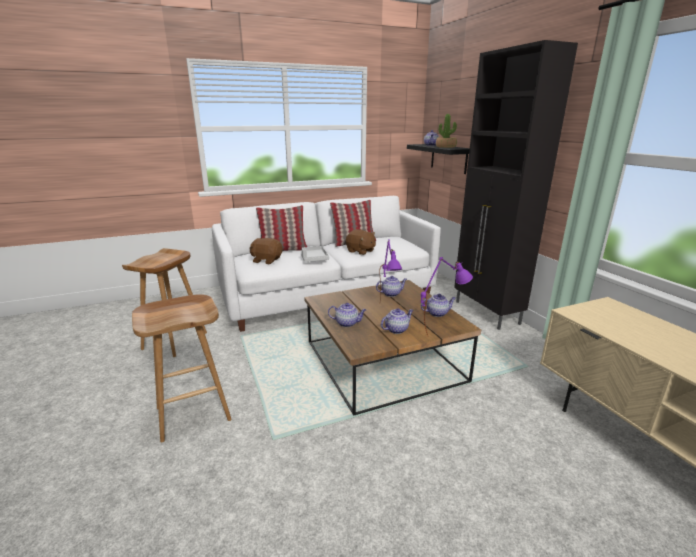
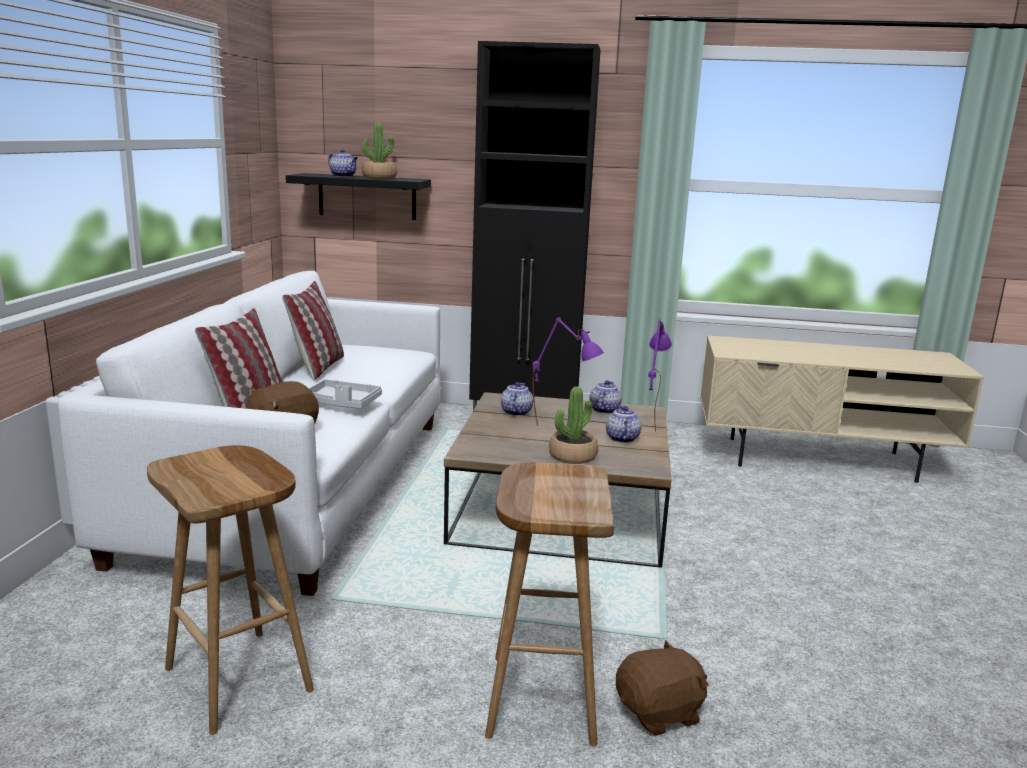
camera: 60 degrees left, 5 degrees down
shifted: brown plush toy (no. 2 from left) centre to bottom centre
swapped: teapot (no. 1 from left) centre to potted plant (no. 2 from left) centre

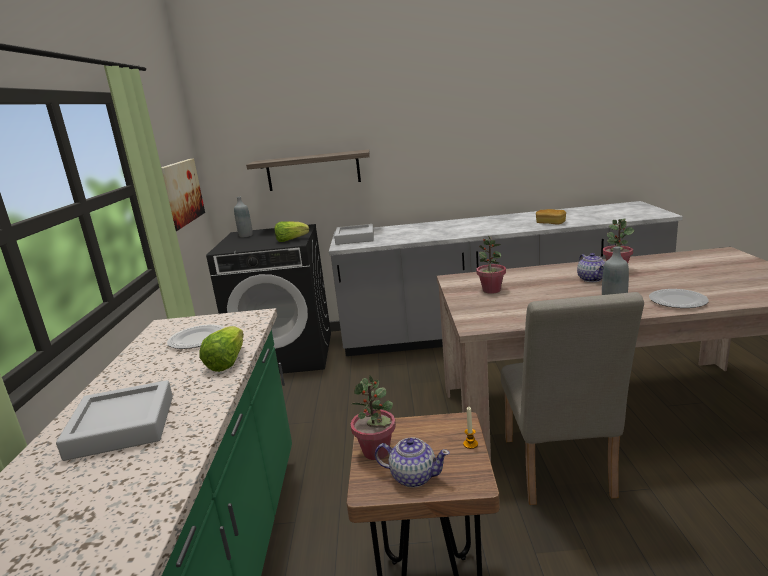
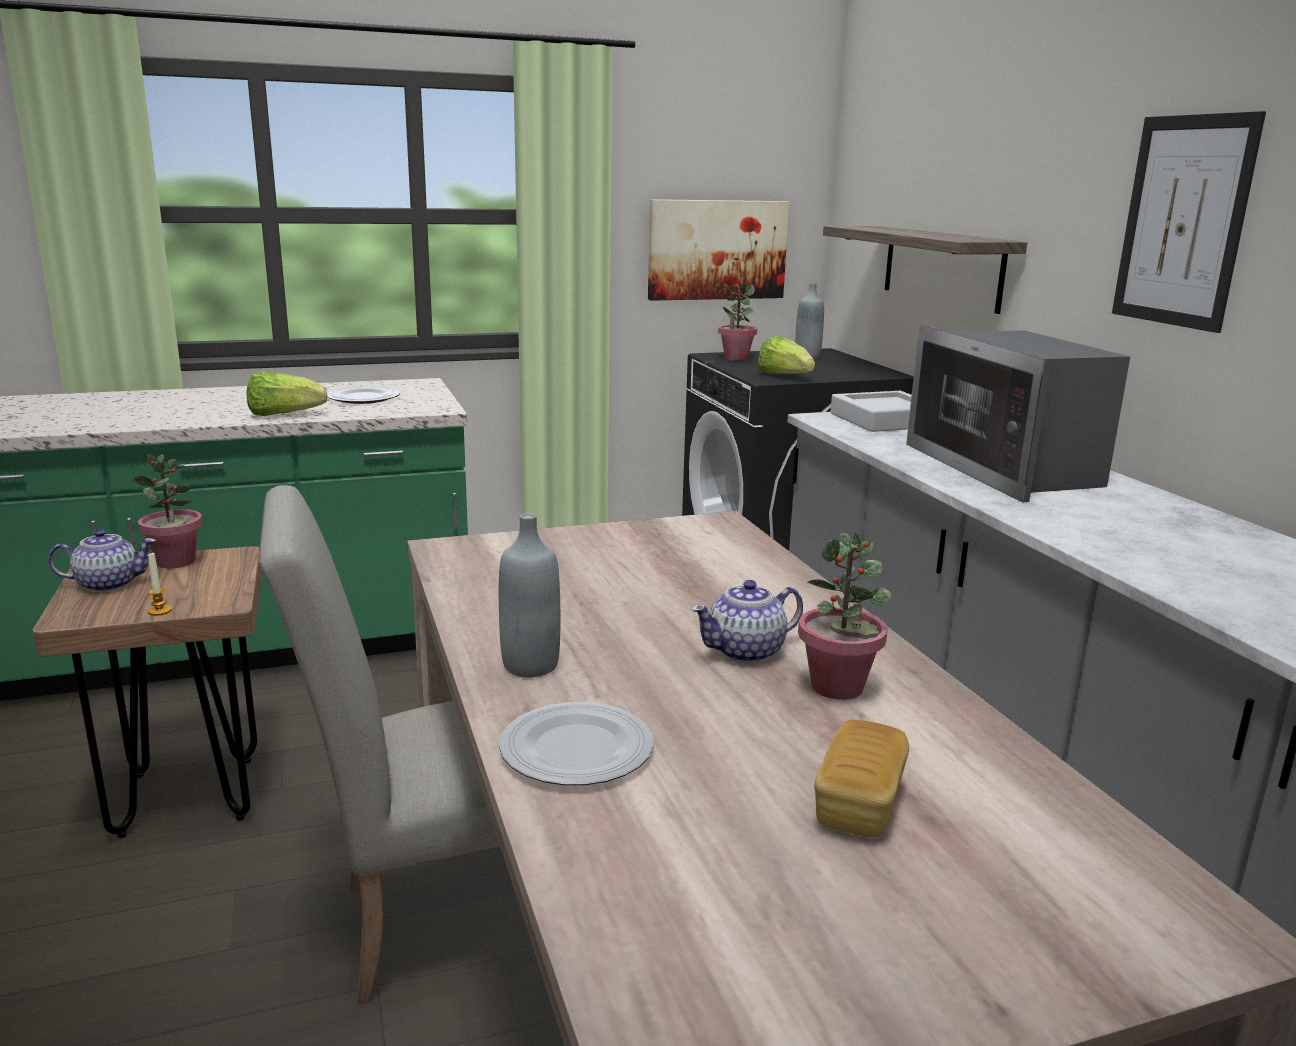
camera: 70 degrees right, 0 degrees up
gone: grey tray (no. 1 from left) bottom left
new: picture (no. 2 from left) top right; microwave middle right
shifted: bread middle right to bottom centre; potted plant (no. 2 from left) centre to top centre
rotated: teapot (no. 1 from left) bottom centre = middle left 105 degrees counterclockwise

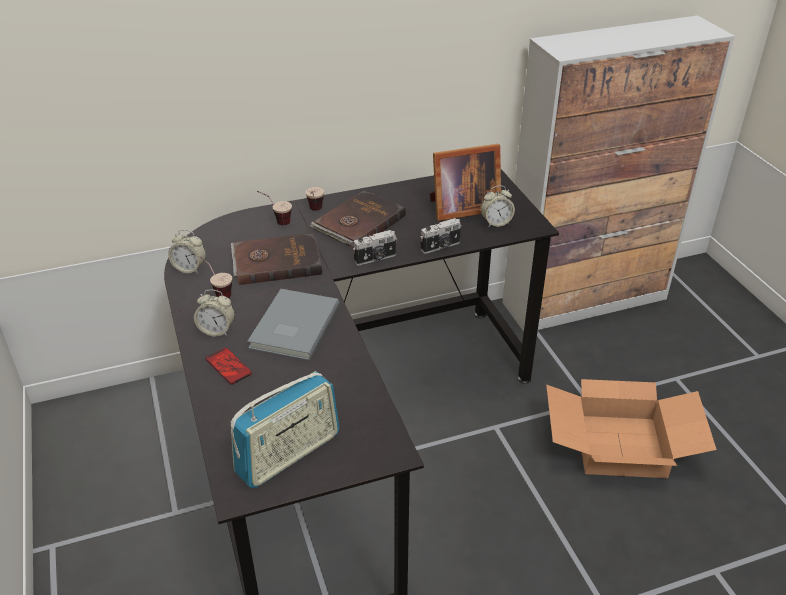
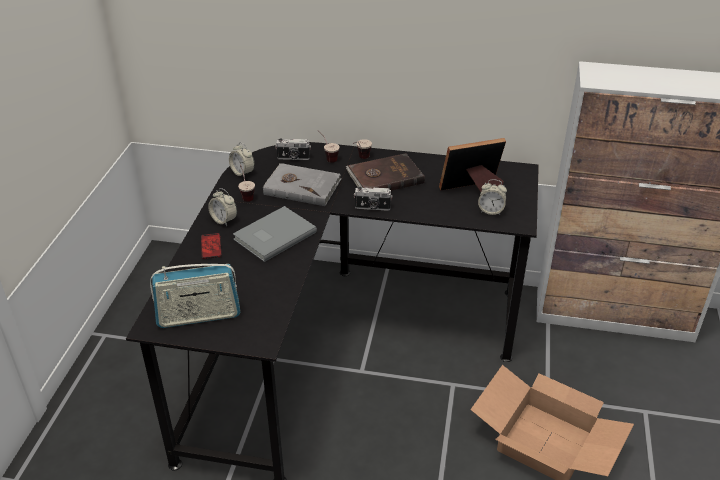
camera: 30 degrees right, 0 degrees up
shifted: photo camera (no. 2 from left in the first image) centre to photo camera (no. 1 from left) top centre
repainted: brown book (no. 1 from left) centre to grey book (no. 2 from left) centre
rotated: picture frame top centre = centre 150 degrees clockwise

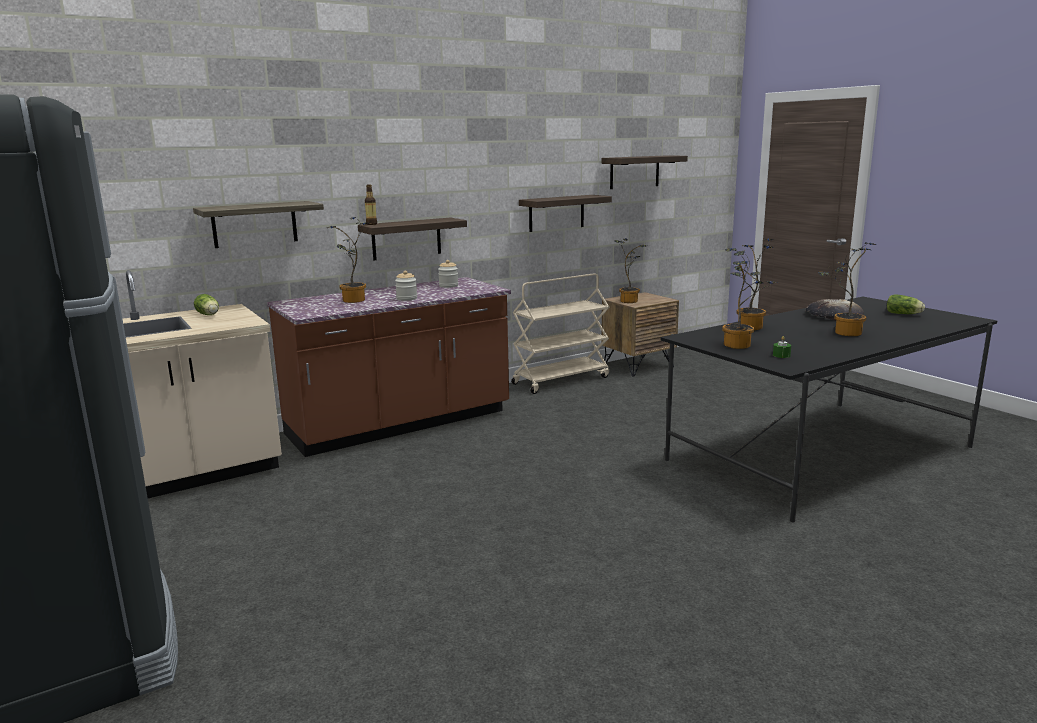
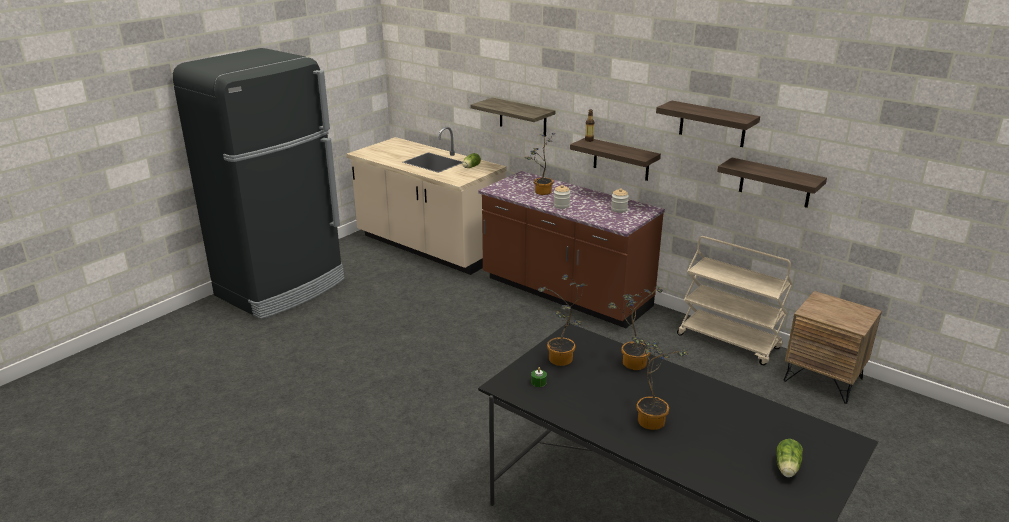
camera: 70 degrees right, 10 degrees up
gone: potted plant (no. 2 from left) centre; bread middle right
shifted: shelf (no. 4 from left in the first image) top centre to shelf (no. 3 from left) top right

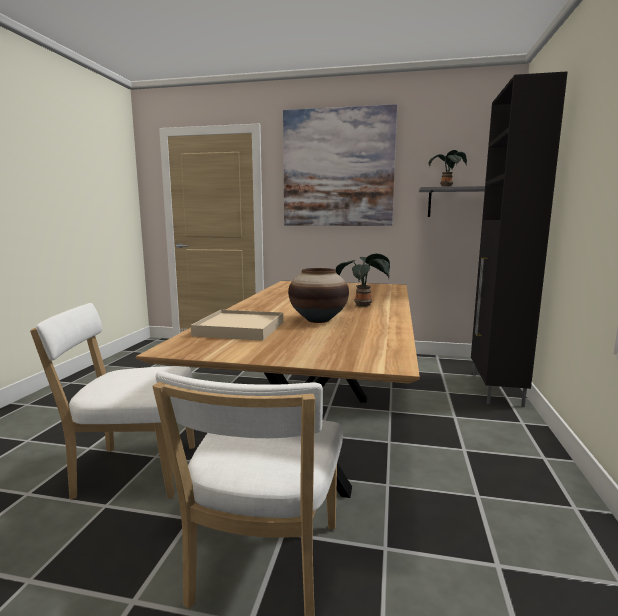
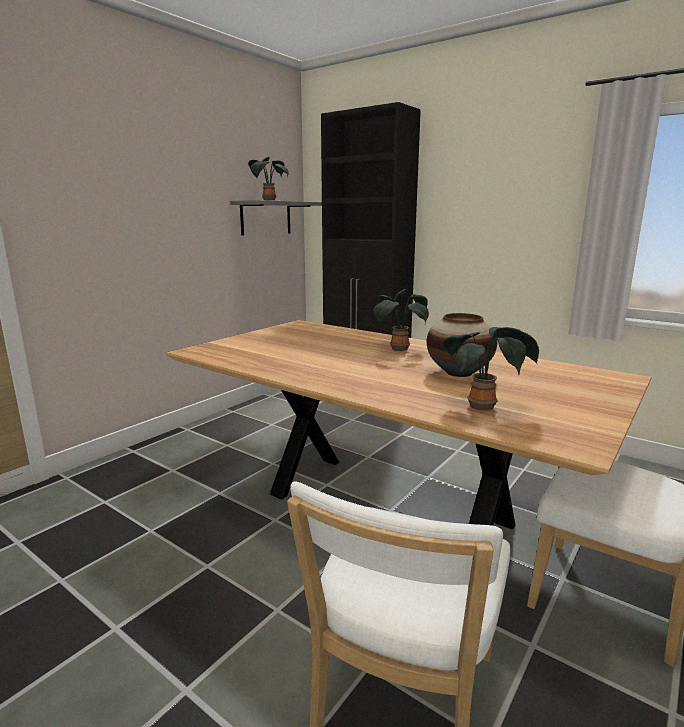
camera: 65 degrees left, 5 degrees up
gone: picture top centre
swapped: beige tray centre to potted plant (no. 3 from left) middle right

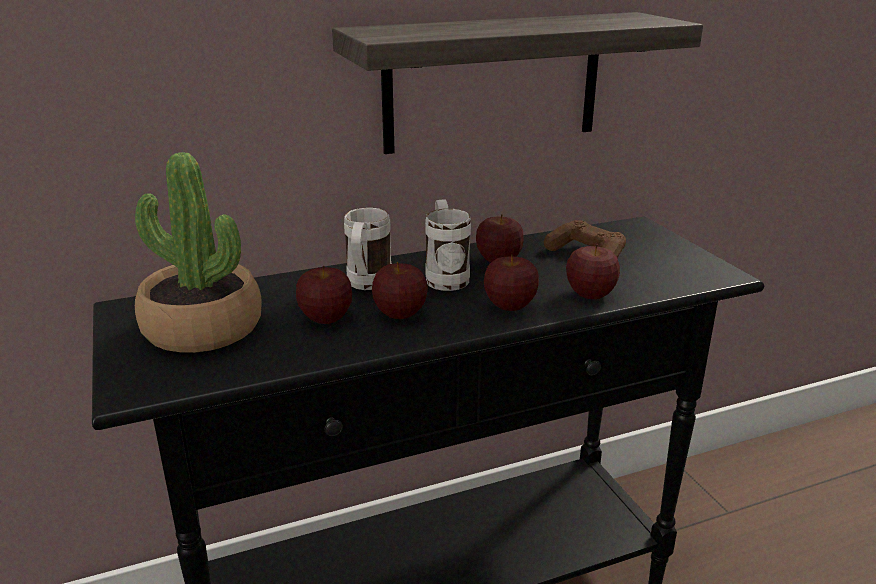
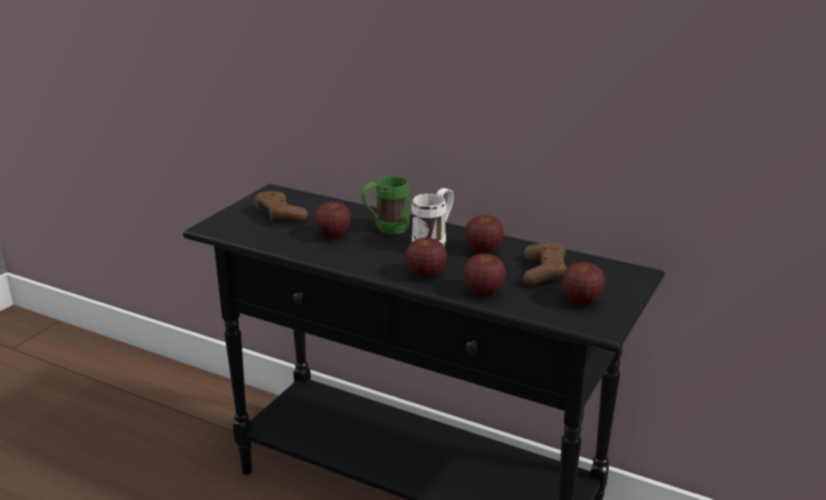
camera: 50 degrees right, 0 degrees up
gone: shelf top centre
shifted: apple (no. 2 from left in the first image) centre to apple (no. 5 from left) middle right
swapped: potted plant middle left to brown game controller (no. 1 from left) centre
repainted: white mug (no. 1 from left) centre to green mug centre

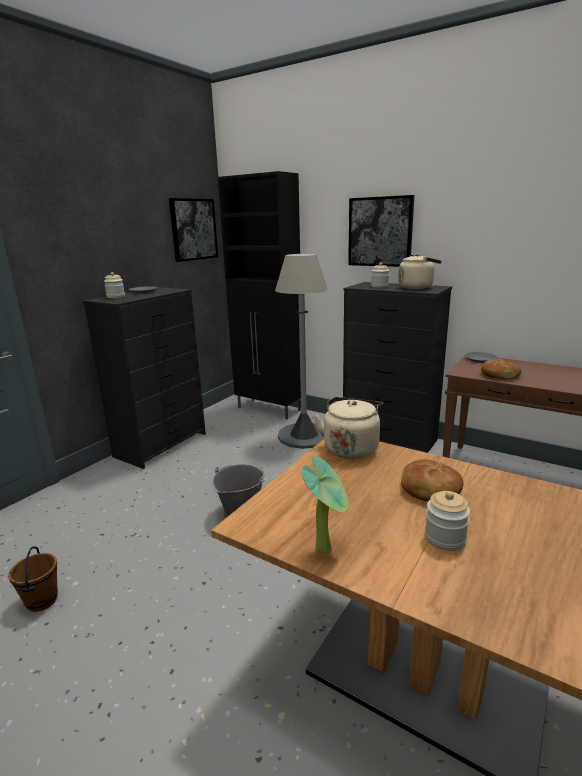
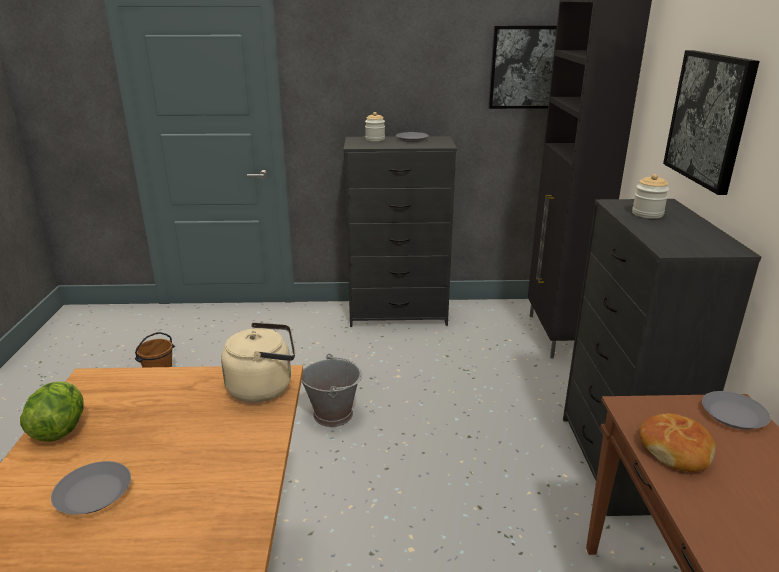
camera: 55 degrees right, 5 degrees up
gone: grey floor lamp centre; beige kettle (no. 2 from left) middle right; bread (no. 1 from left) middle right
swapped: potted plant centre to lettuce bottom left; jar (no. 3 from left) bottom right to grey plate (no. 1 from left) bottom left

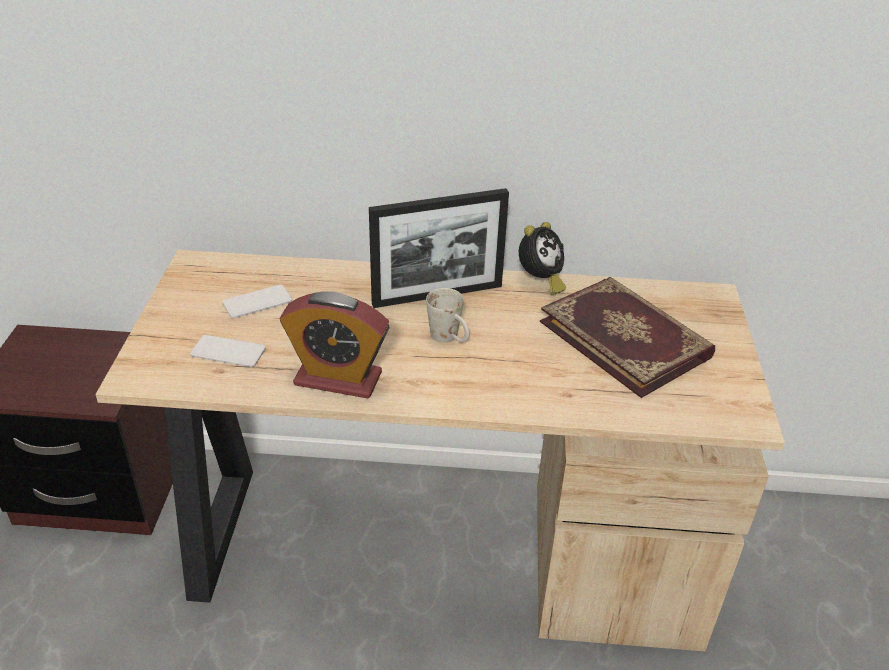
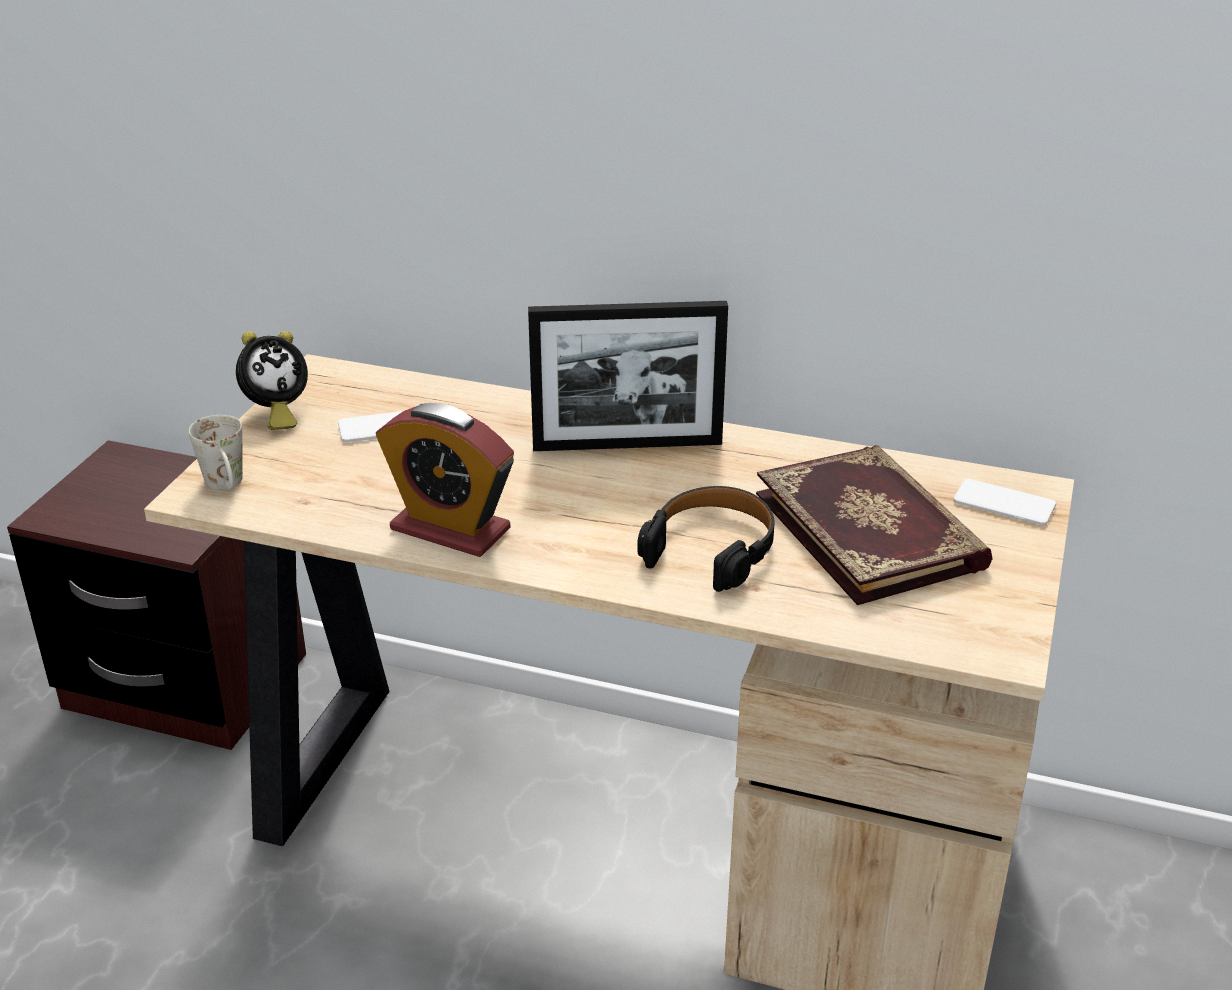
camera: 15 degrees right, 5 degrees down
new: black headphones centre
shifted: alarm clock (no. 2 from left in the first image) centre to alarm clock (no. 1 from left) middle left; white mug centre to middle left; phone (no. 1 from left in the first image) middle left to phone (no. 2 from left) middle right

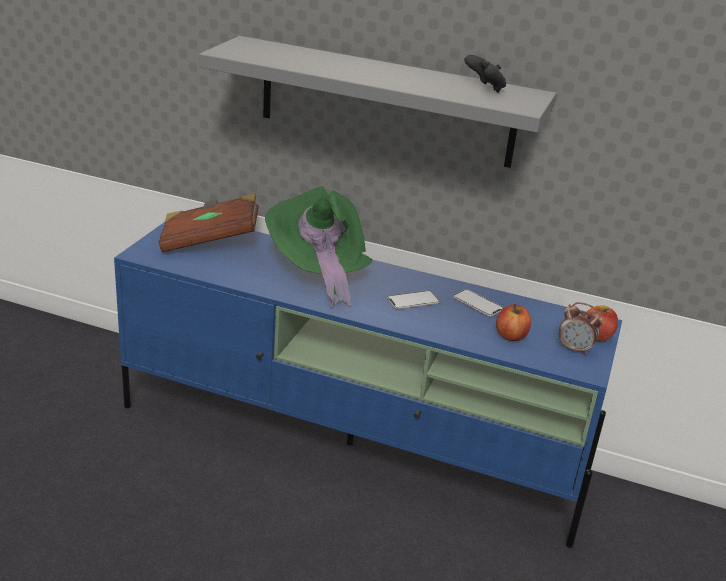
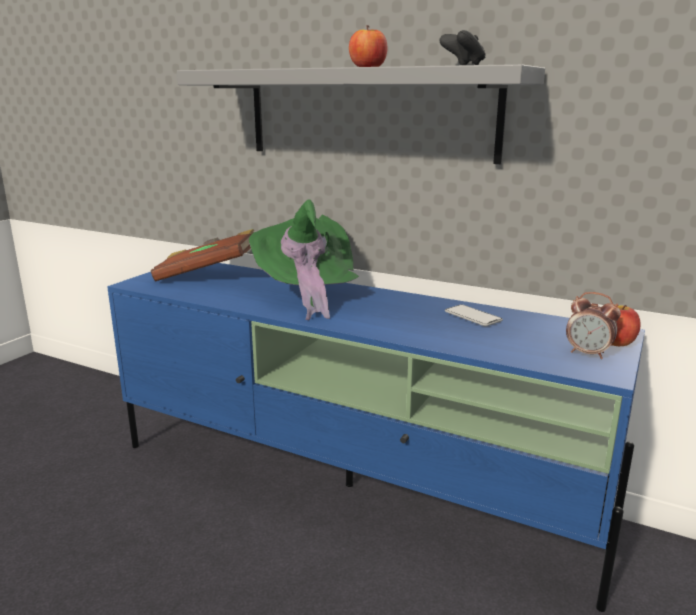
camera: 10 degrees right, 10 degrees down
gone: phone (no. 1 from left) centre
shifted: apple (no. 1 from left) middle right to top centre

